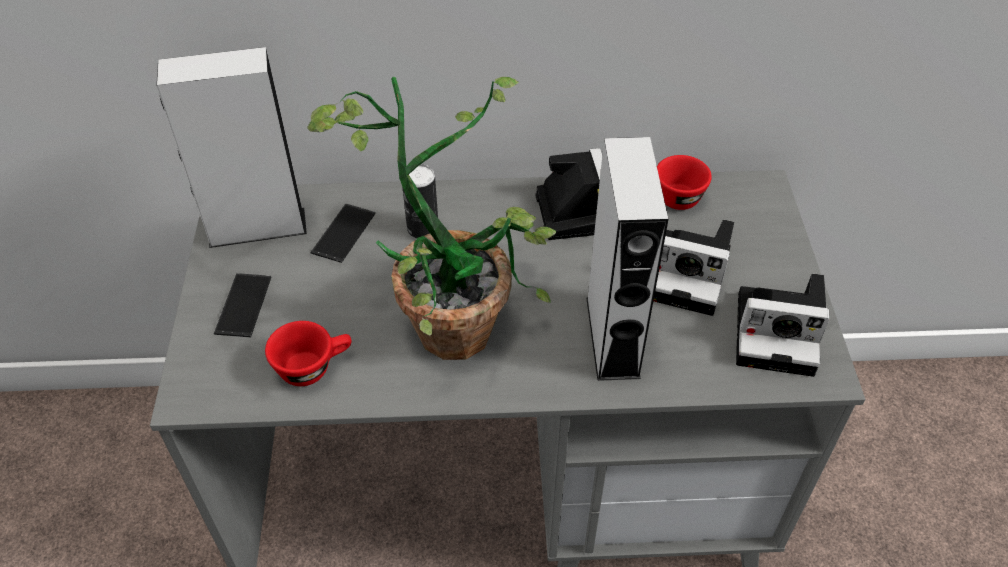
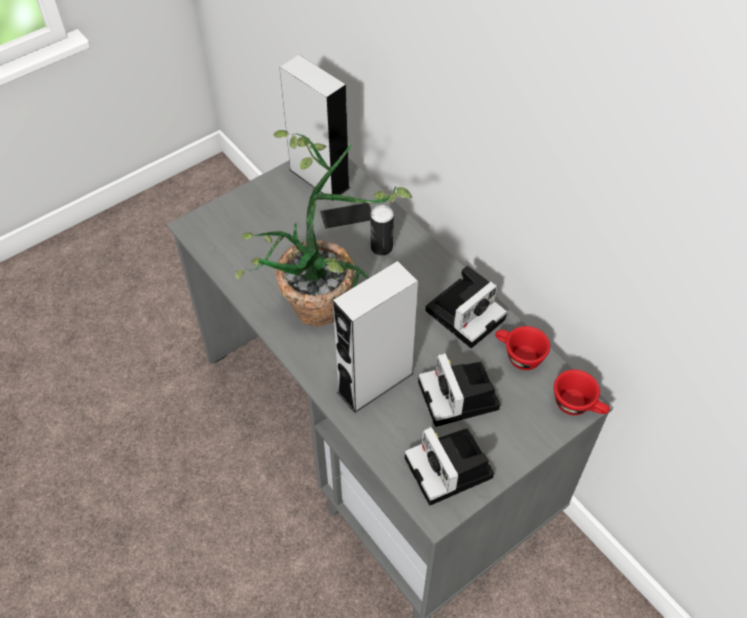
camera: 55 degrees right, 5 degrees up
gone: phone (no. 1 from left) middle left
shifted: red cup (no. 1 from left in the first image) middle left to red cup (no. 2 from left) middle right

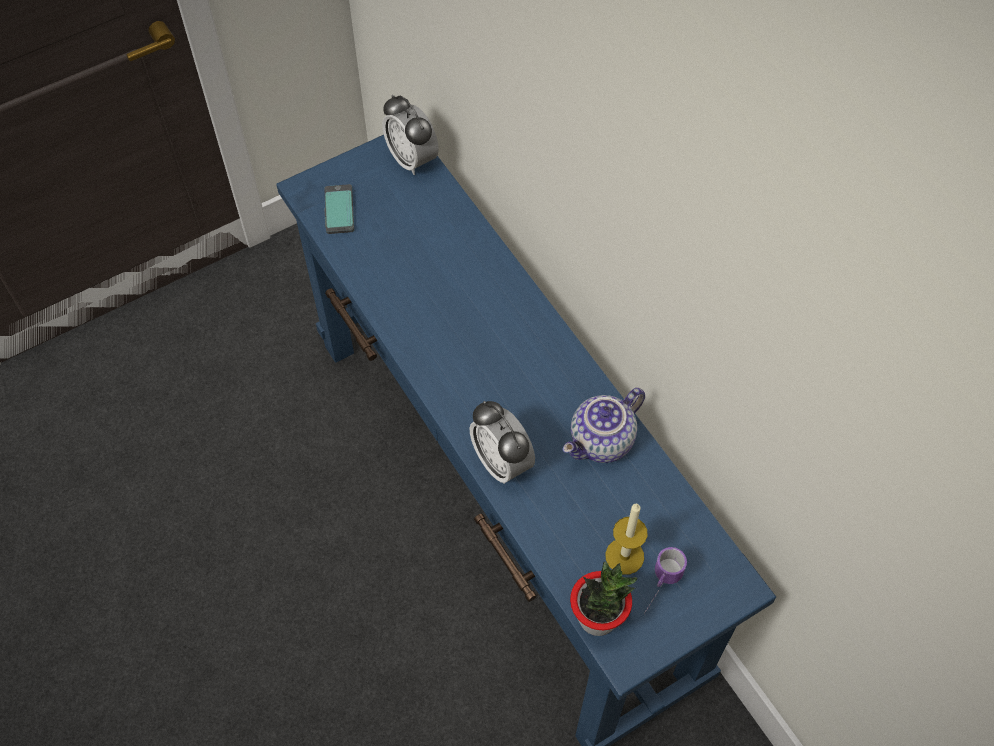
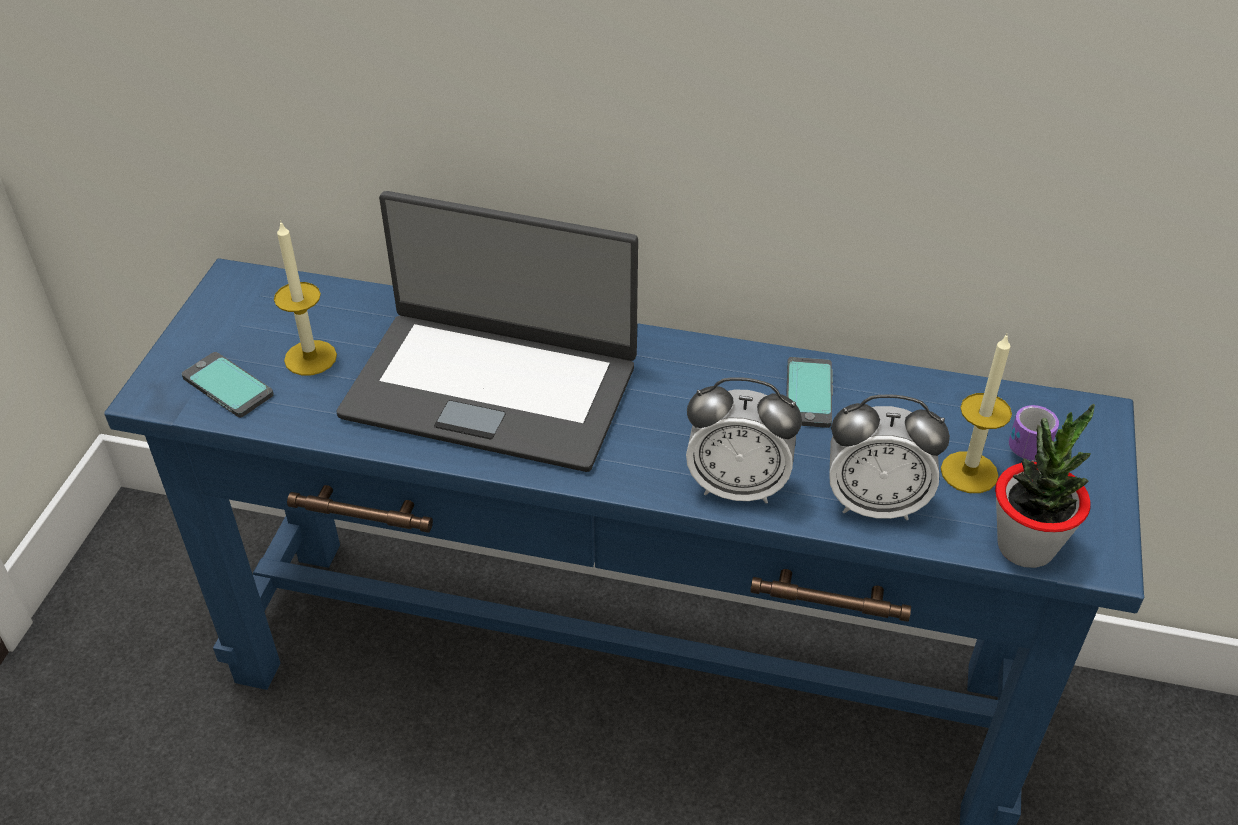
camera: 45 degrees left, 15 degrees down
new: laptop centre; candle (no. 1 from left) middle left
shifted: alarm clock (no. 1 from left in the first image) top centre to alarm clock (no. 2 from left) middle right
swapped: teapot centre to phone (no. 2 from left) centre

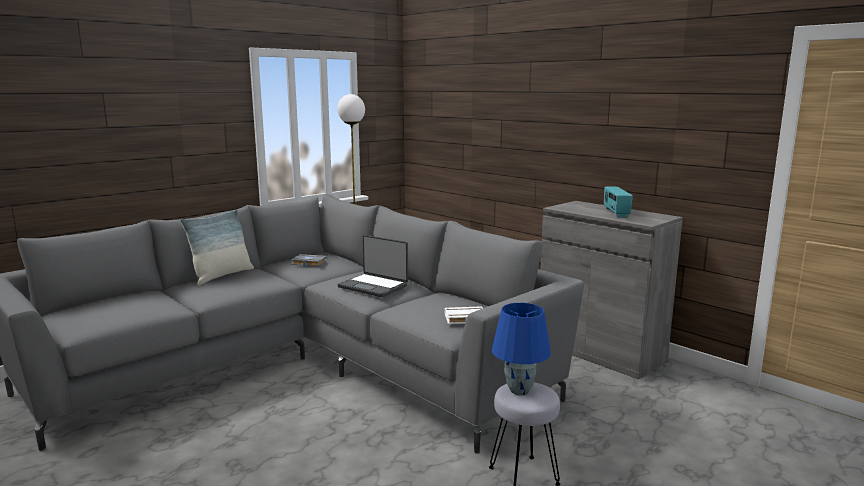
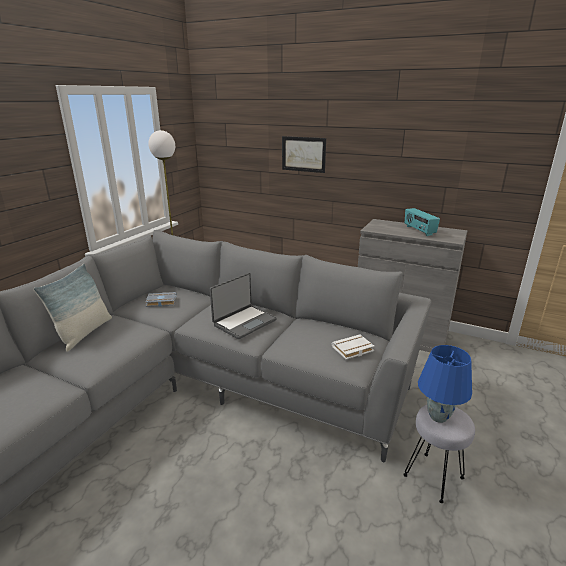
camera: 20 degrees left, 10 degrees up
new: picture top centre
rotated: laptop centre = centre 60 degrees counterclockwise

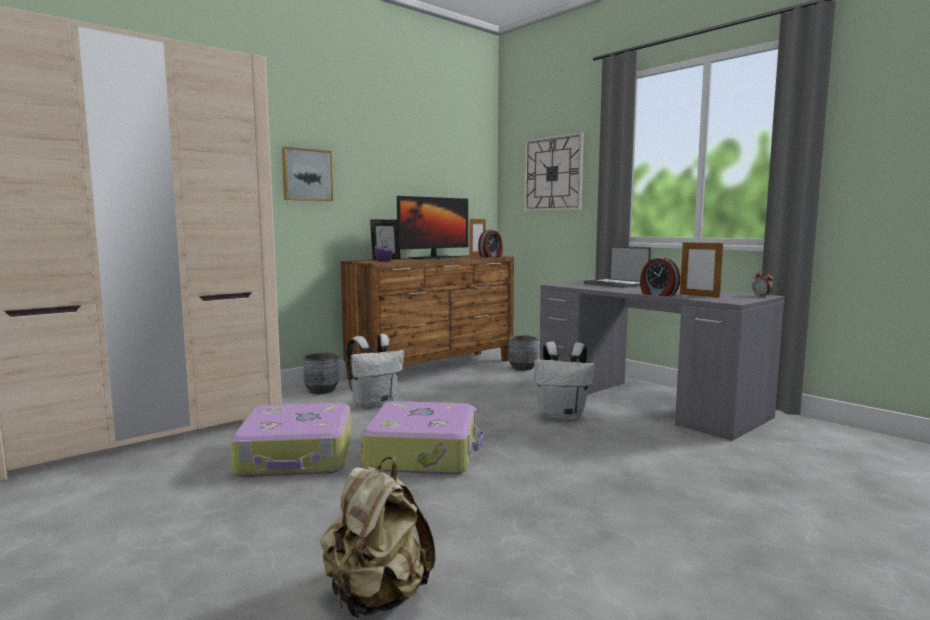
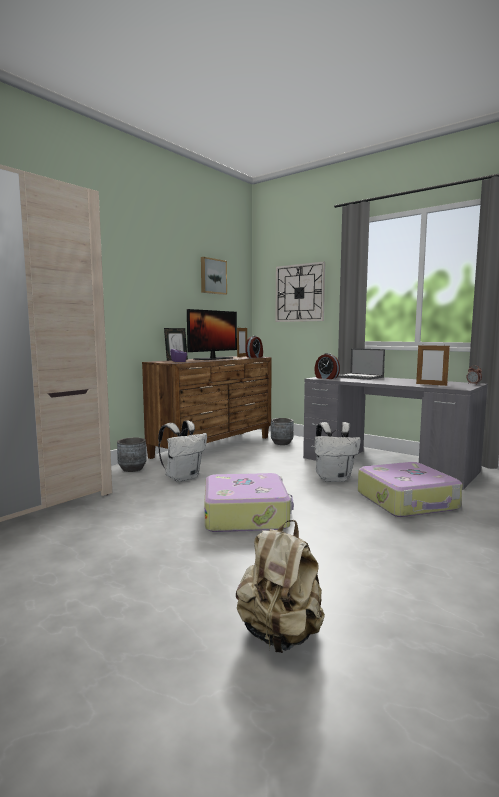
camera: 10 degrees left, 0 degrees up
shifted: picture top left to centre; alarm clock (no. 2 from left) middle right to centre; suitcase (no. 1 from left in the first image) bottom left to suitcase (no. 2 from left) middle right

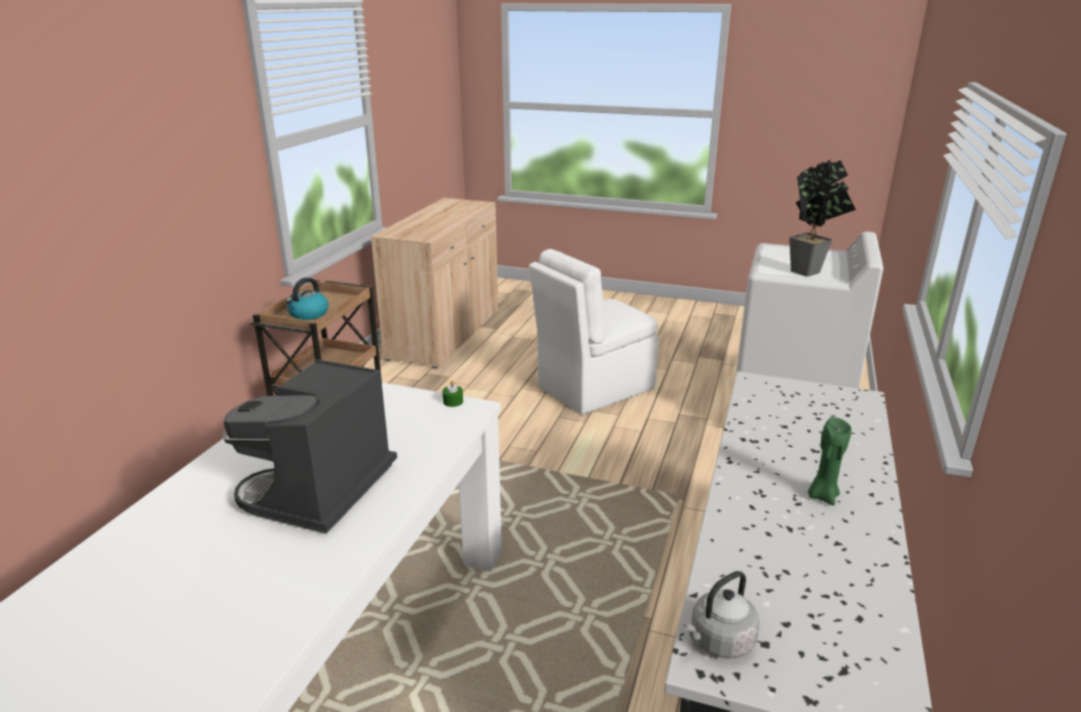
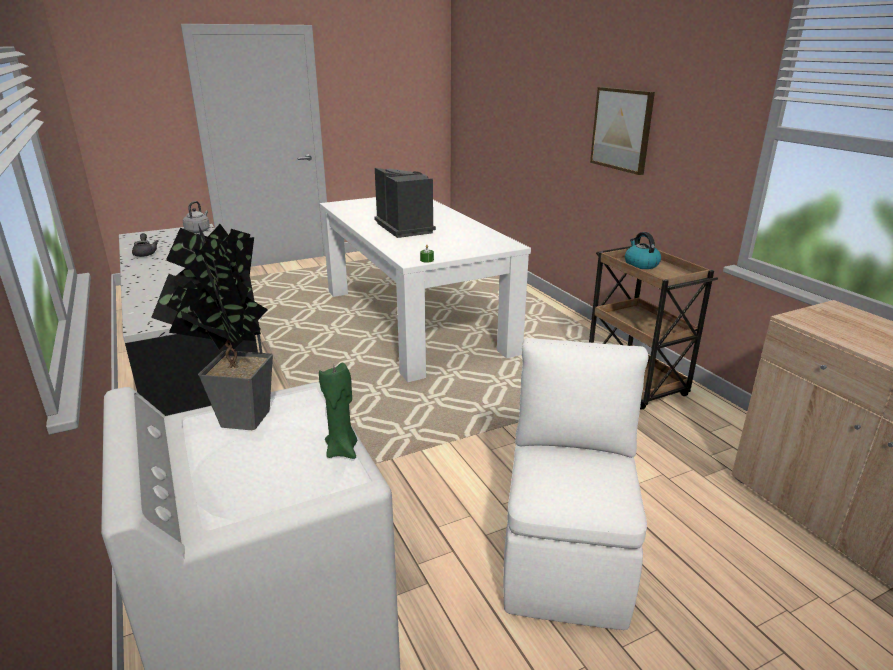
camera: 135 degrees right, 0 degrees up
new: picture top right; grey teapot middle left
shifted: green candle (no. 2 from left in the first image) middle right to green candle (no. 1 from left) centre

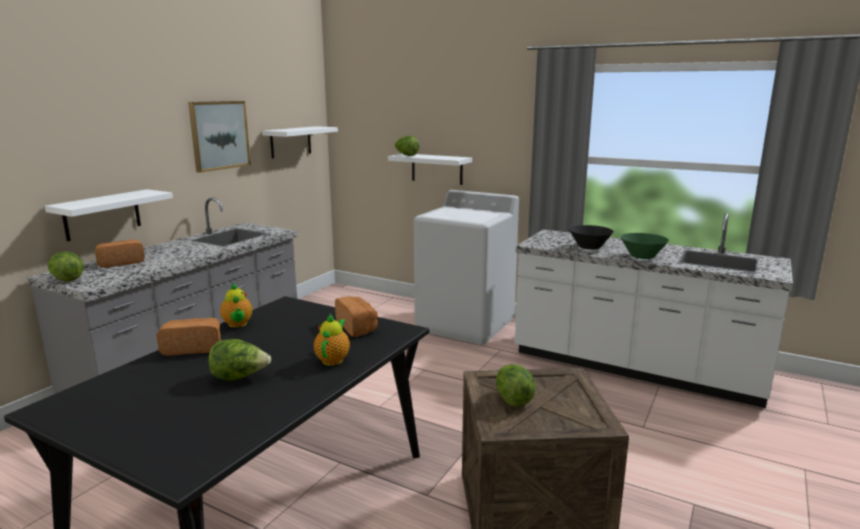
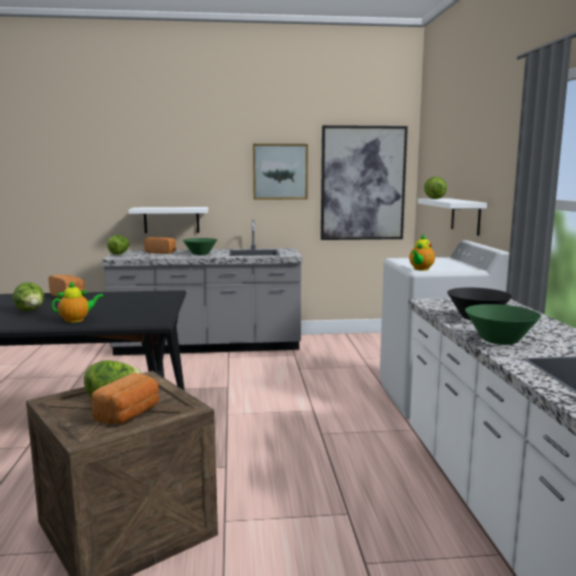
camera: 55 degrees right, 5 degrees down
new: green bowl (no. 1 from left) centre
shifted: teapot (no. 1 from left in the first image) middle left to teapot (no. 2 from left) middle right; bread (no. 3 from left in the first image) centre to bread (no. 2 from left) bottom left
swapped: white shelf (no. 2 from left) top centre to picture (no. 2 from left) top centre

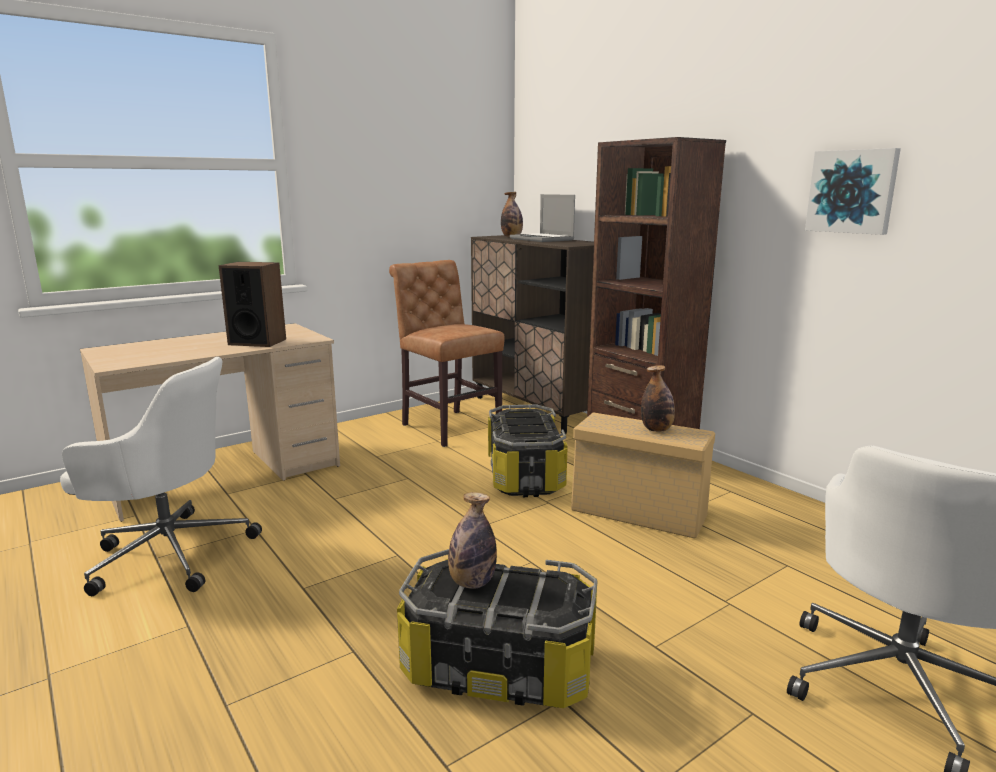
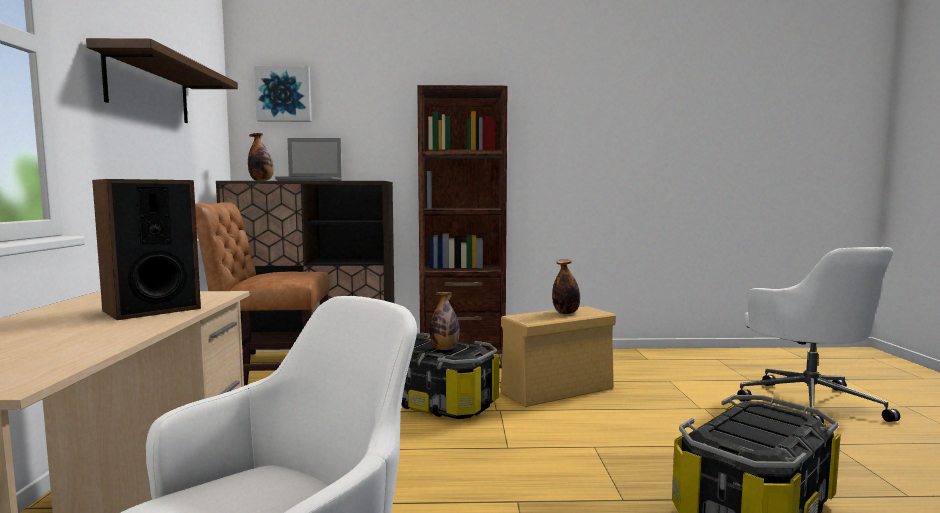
camera: 55 degrees left, 10 degrees down
new: shelf top left
shifted: picture top right to top left; bottle (no. 1 from left in the first image) bottom centre to bottle (no. 2 from left) centre

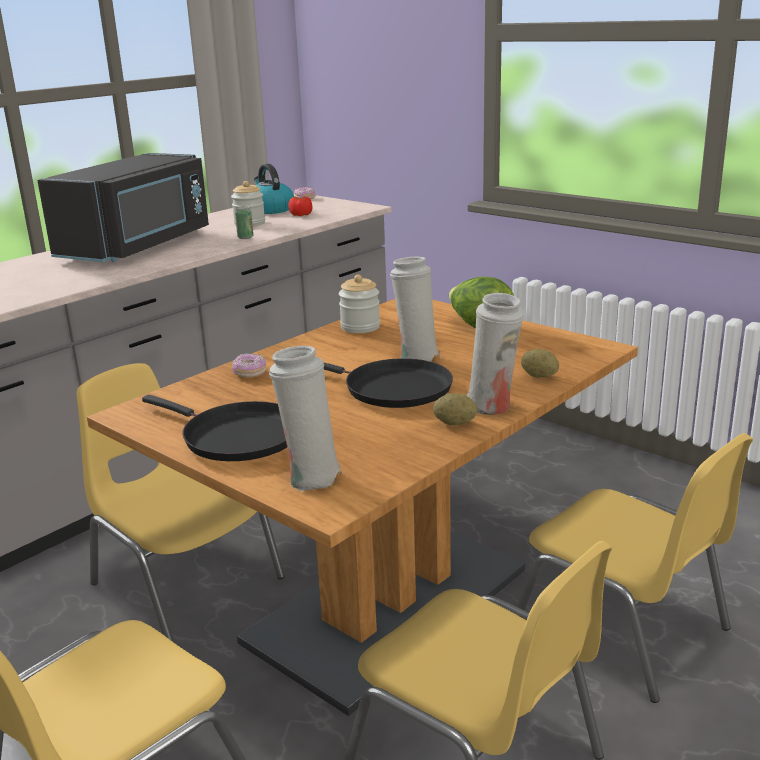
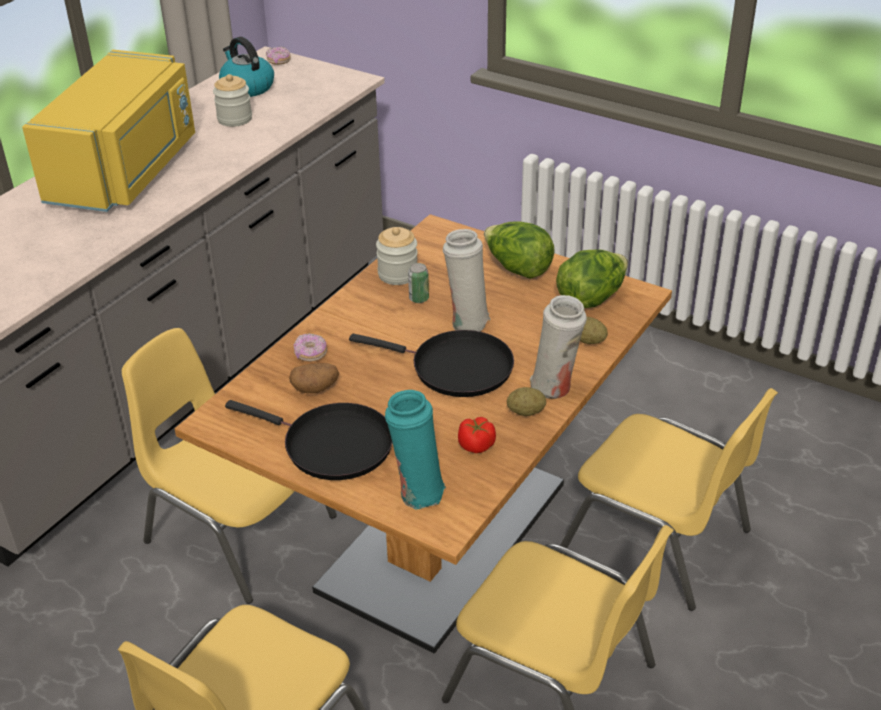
camera: 10 degrees left, 15 degrees up
new: lettuce (no. 2 from left) middle right; potato (no. 1 from left) centre
shifted: tomato top centre to centre; can top left to centre
repainted: black microwave top left to yellow microwave top left; white vase (no. 1 from left) centre to turquoise vase centre

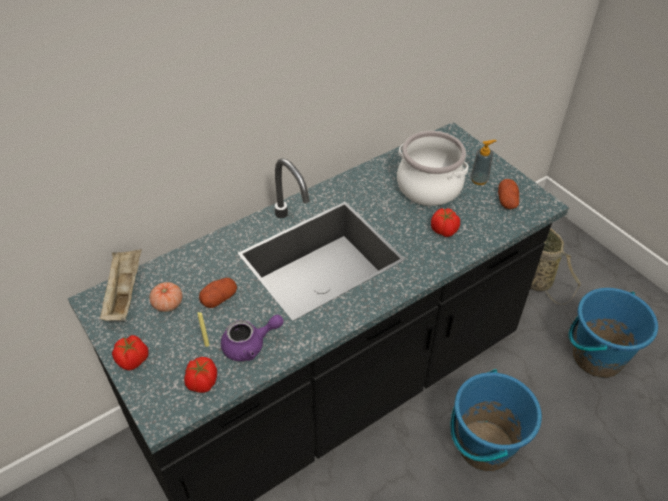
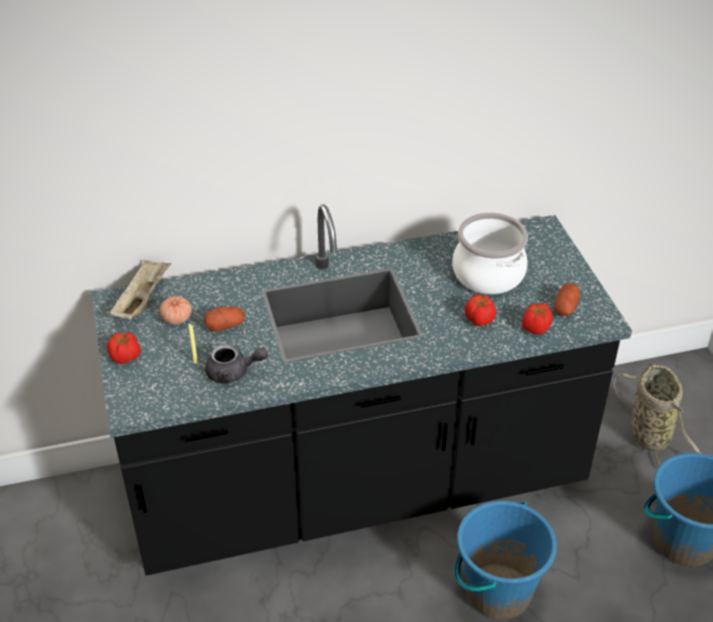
camera: 20 degrees right, 5 degrees down
gone: soap dispenser top right
shifted: tomato (no. 3 from left in the first image) bottom left to tomato (no. 4 from left) middle right
repainted: purple teapot bottom centre to grey teapot middle left

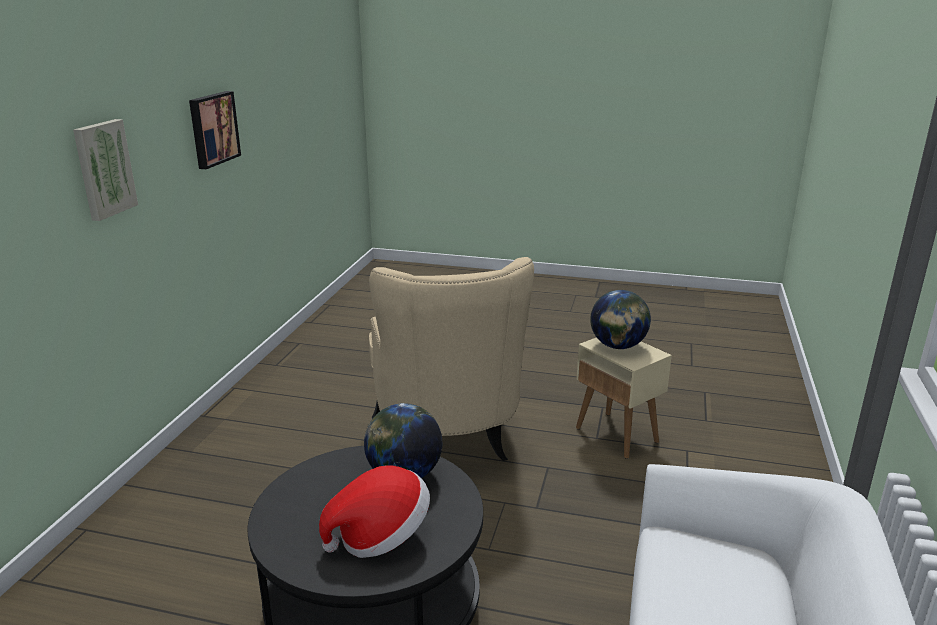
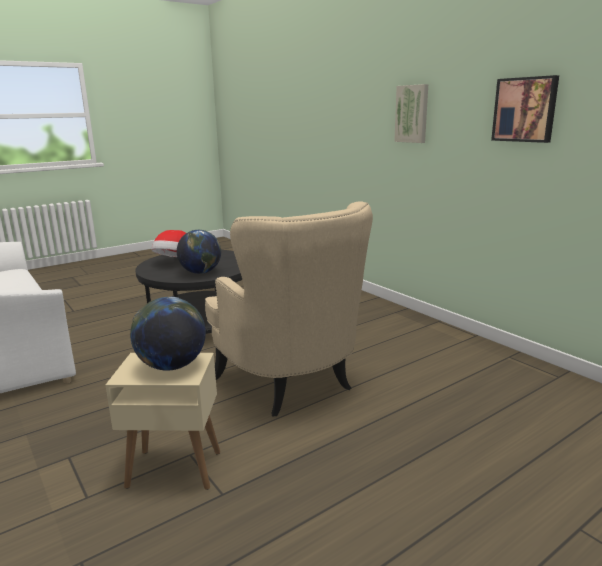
camera: 130 degrees right, 5 degrees down
rotated: beige armchair centre = centre 150 degrees counterclockwise

